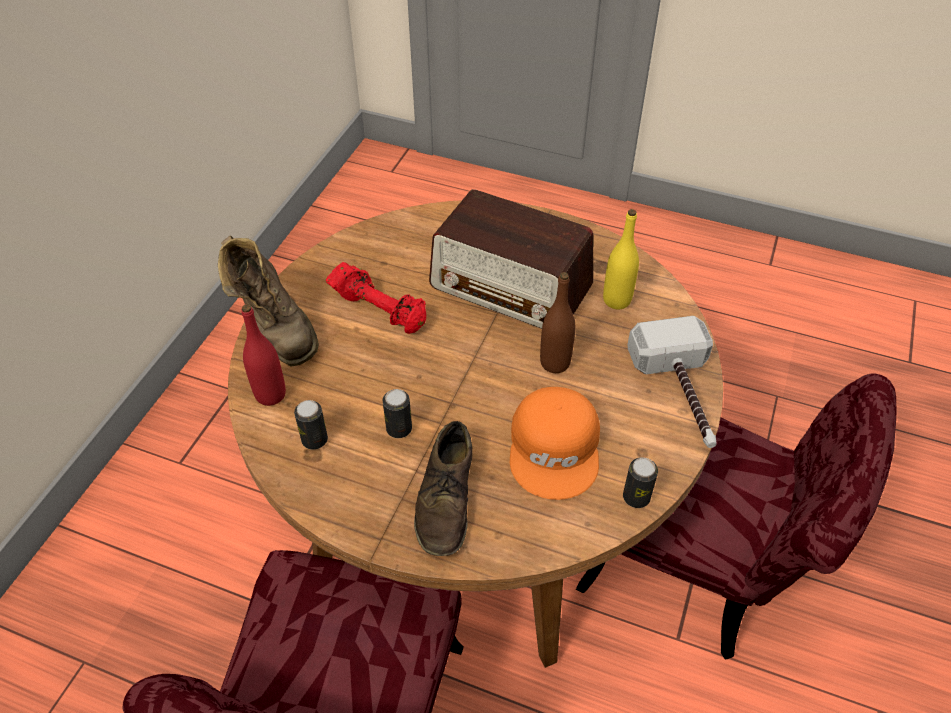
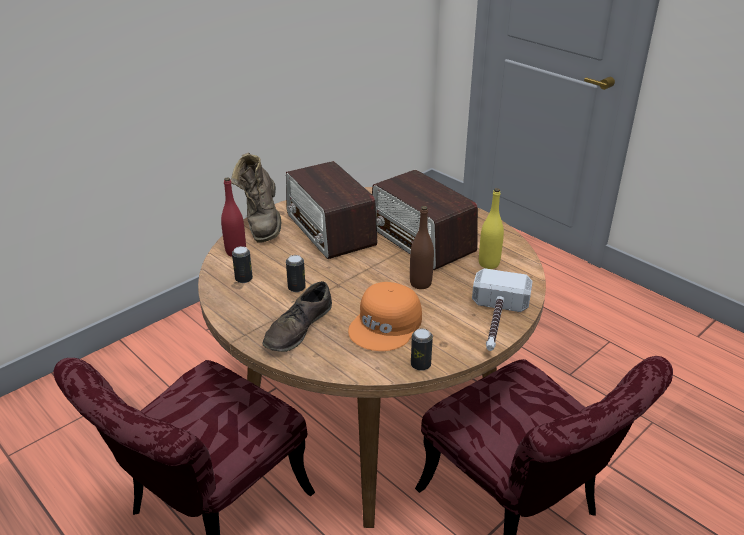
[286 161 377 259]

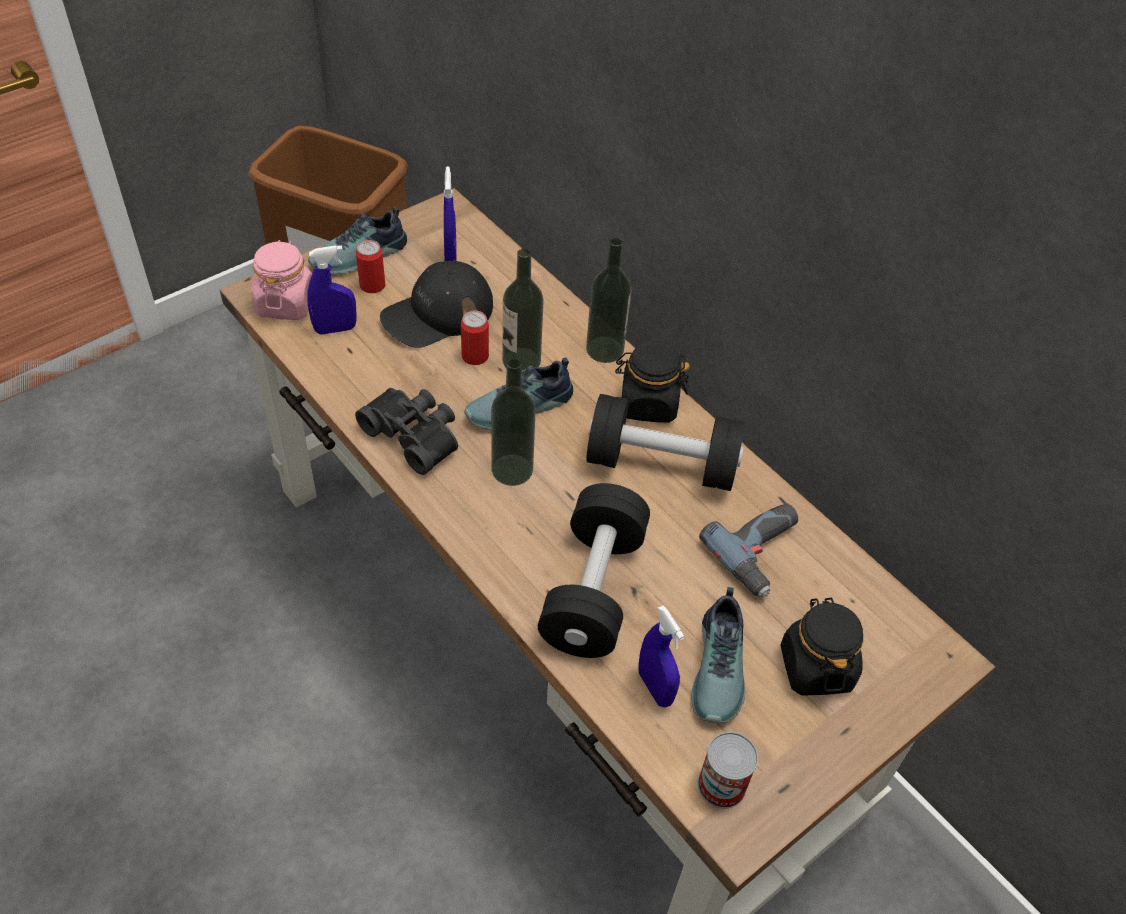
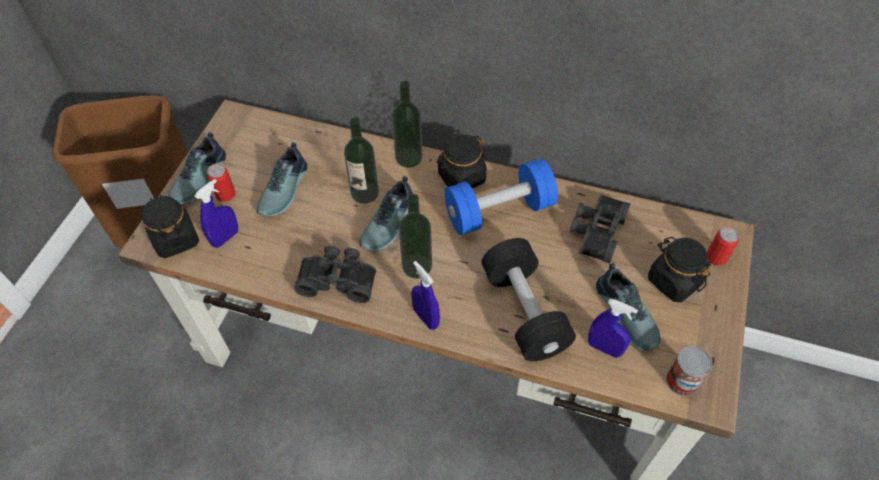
[411 261 440 330]
[707 226 739 266]
[256 142 307 217]
[570 194 630 263]
[142 194 199 258]
[444 159 558 235]

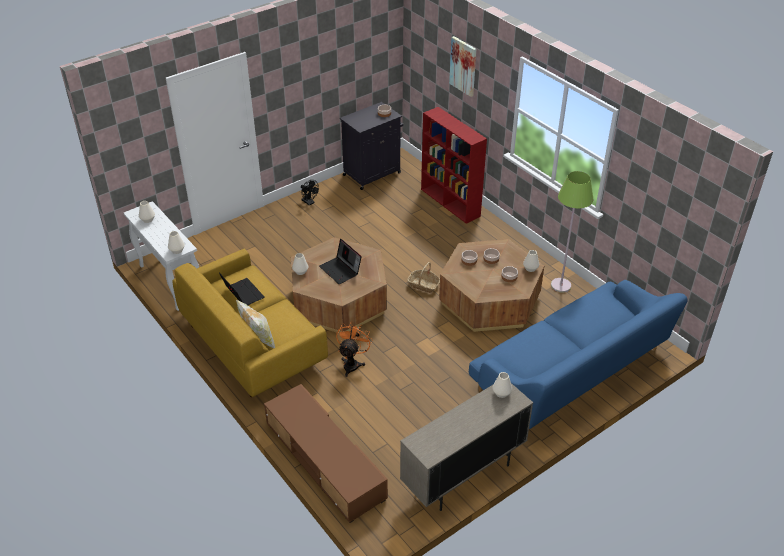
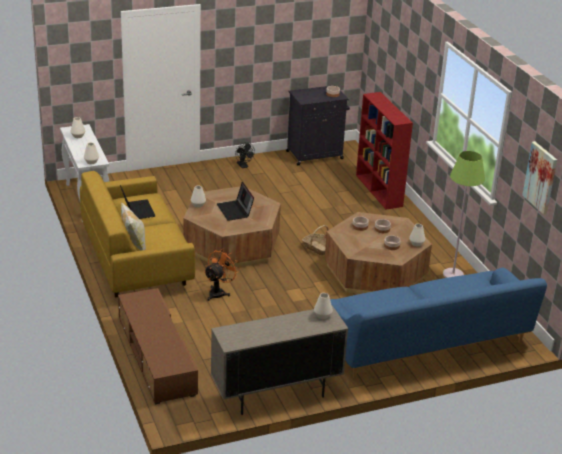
[522 141 557 215]

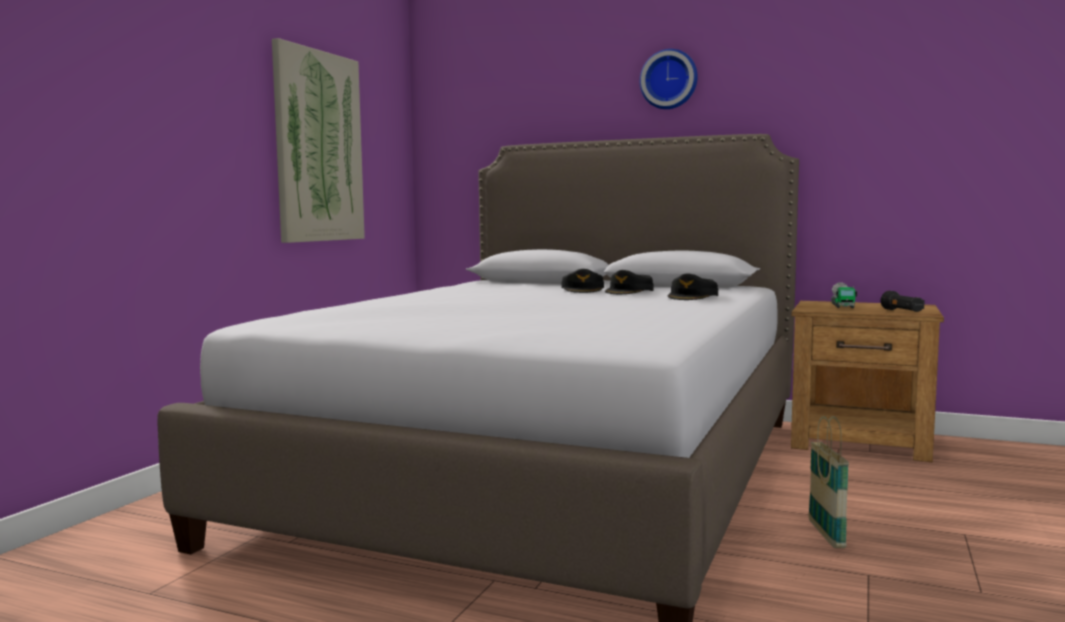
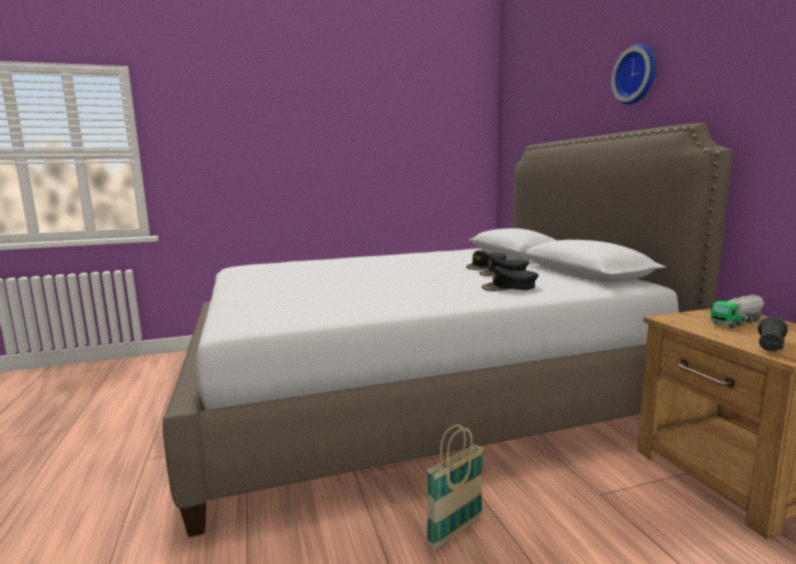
[272 38 365 243] (first image)

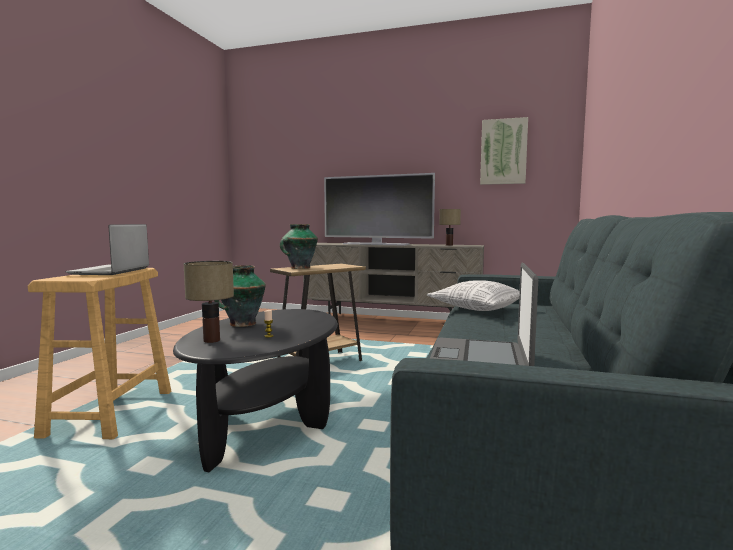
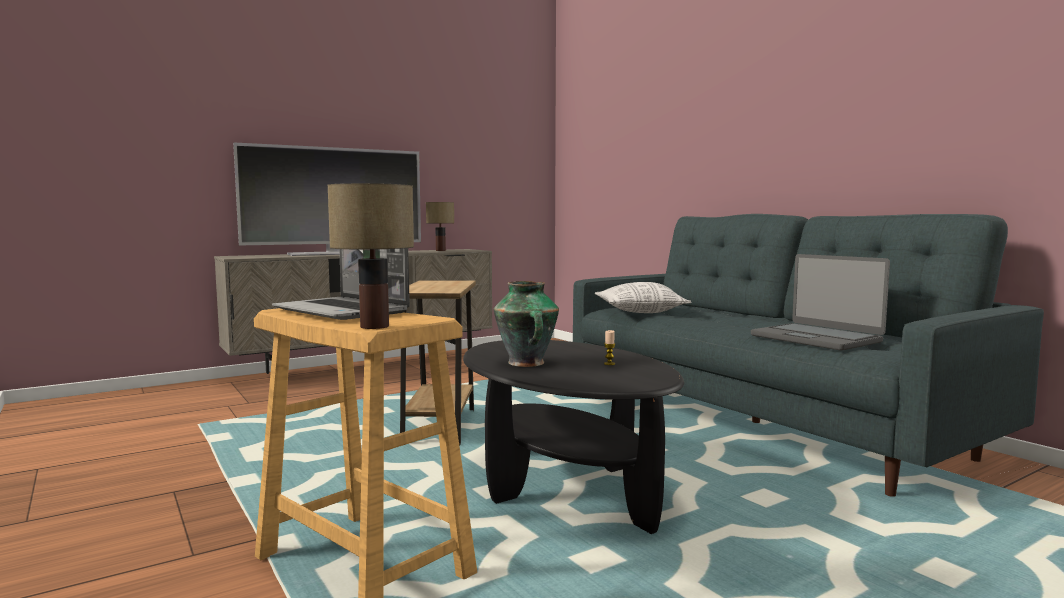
[280 224 318 269] (first image)
[480 117 528 185] (first image)
[328 183 414 329]

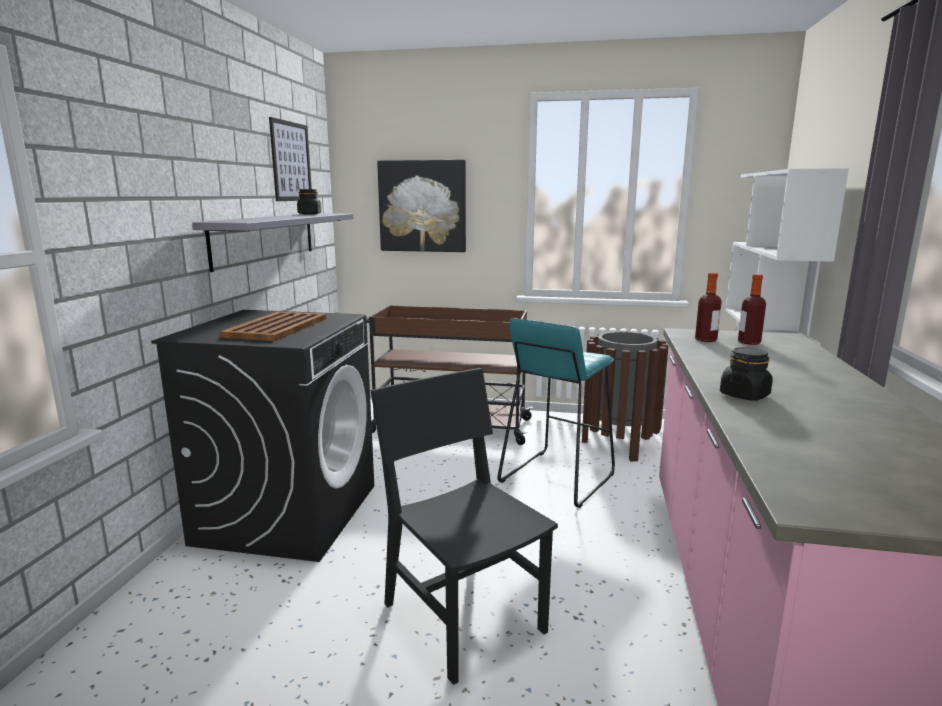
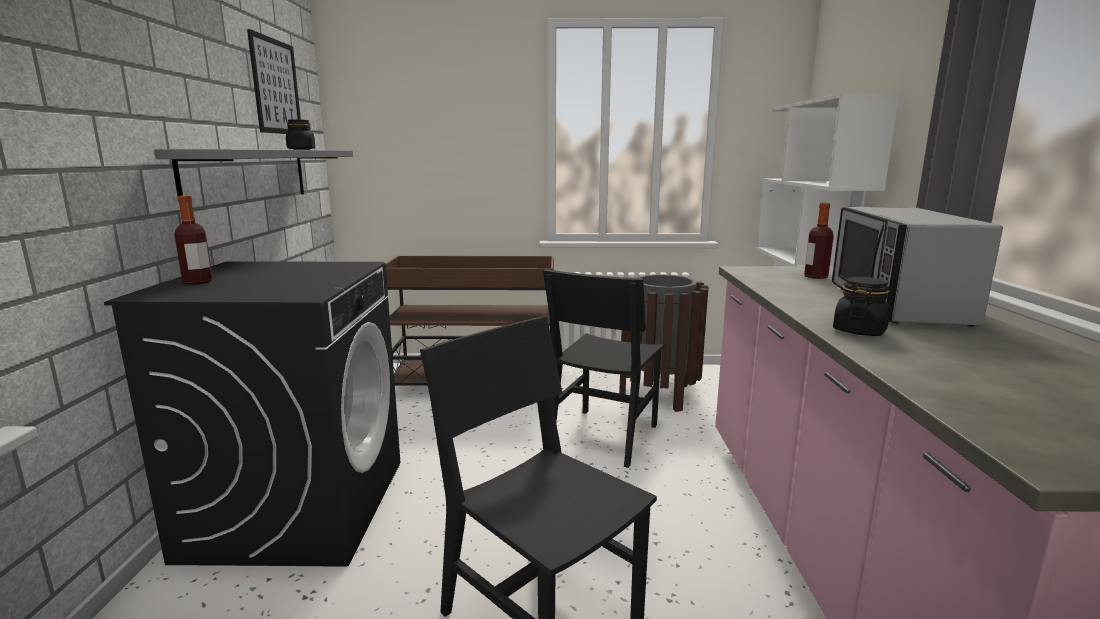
[220 311 326 341] (first image)
[377 160 466 252] (first image)
[832 207 1003 327]
[174 196 213 285]
[543 269 664 468]

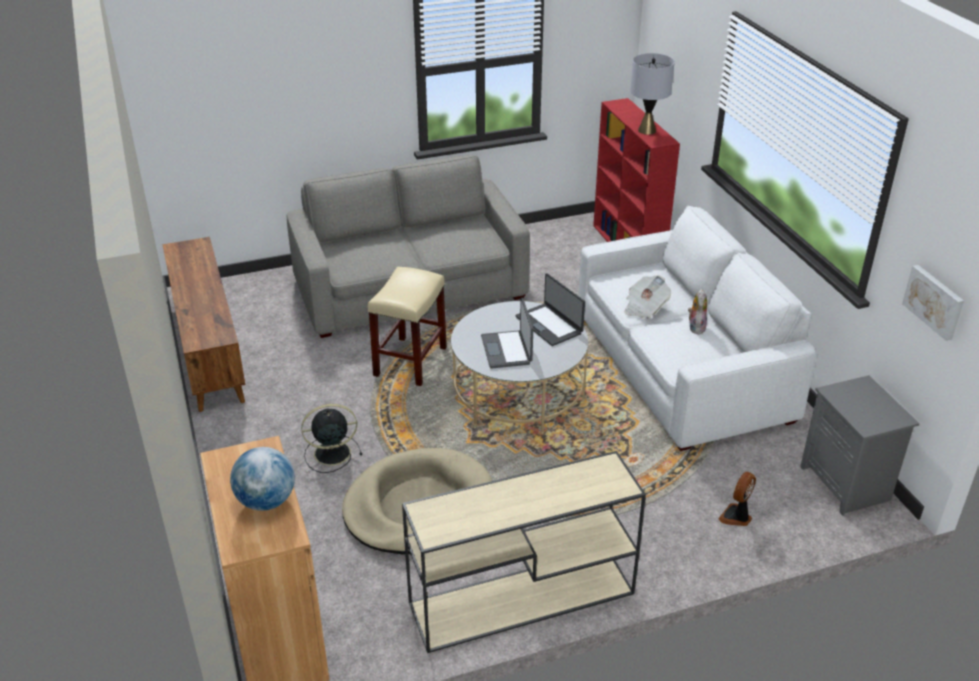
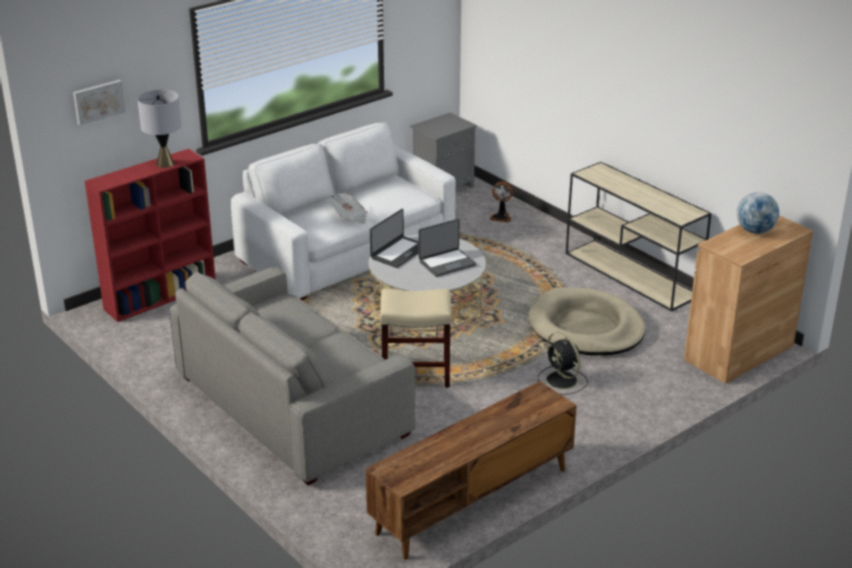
[688 289 707 334] (first image)
[73 80 126 125]

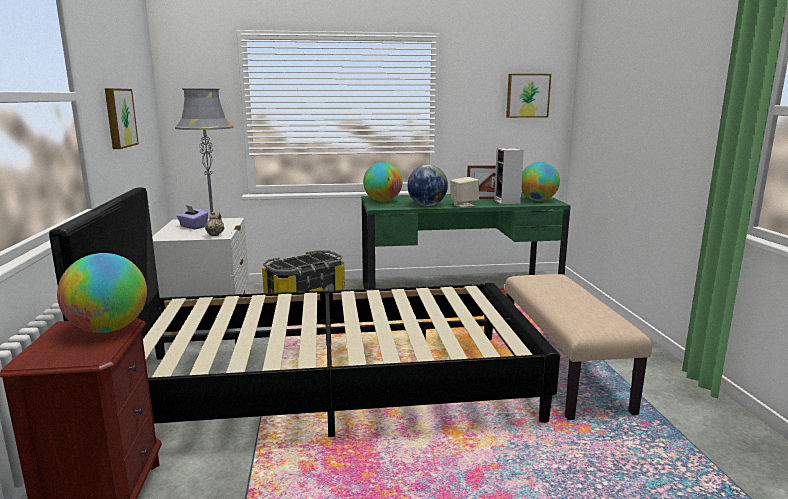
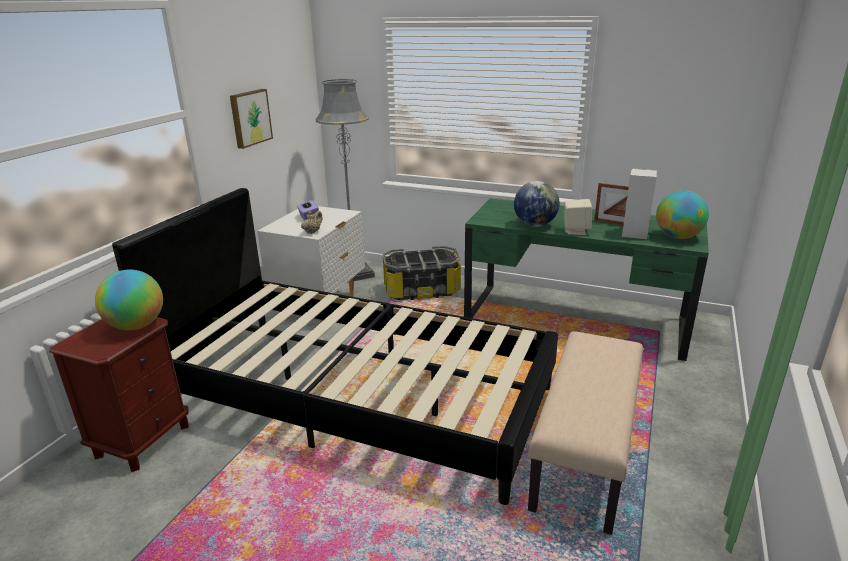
[363 162 403 202] (first image)
[506 74 551 118] (first image)

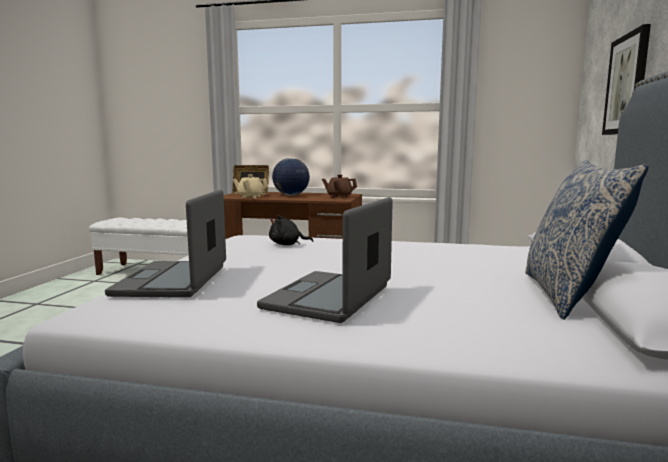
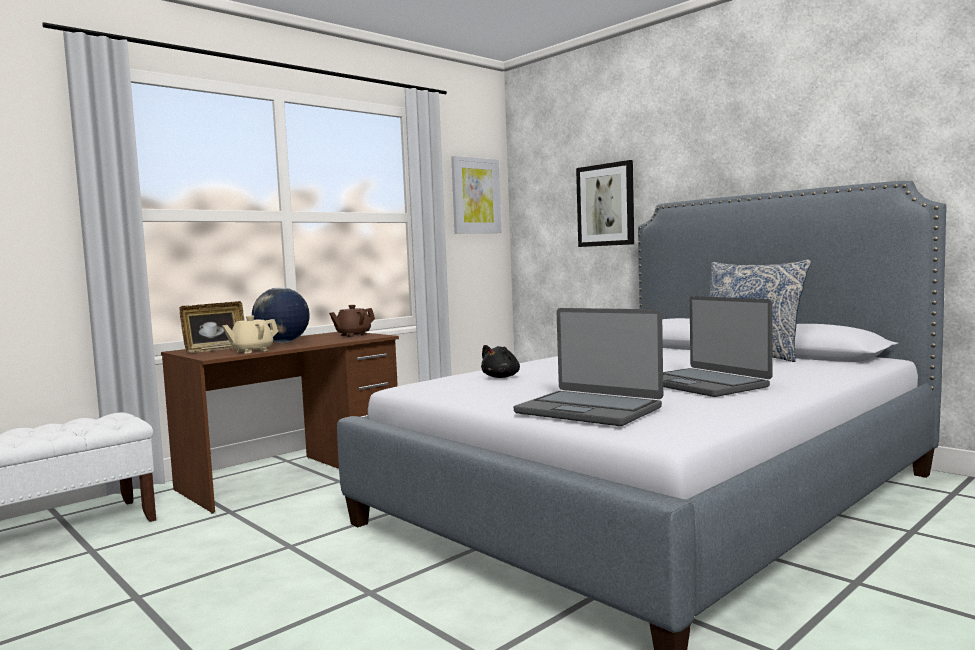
[451 156 502 233]

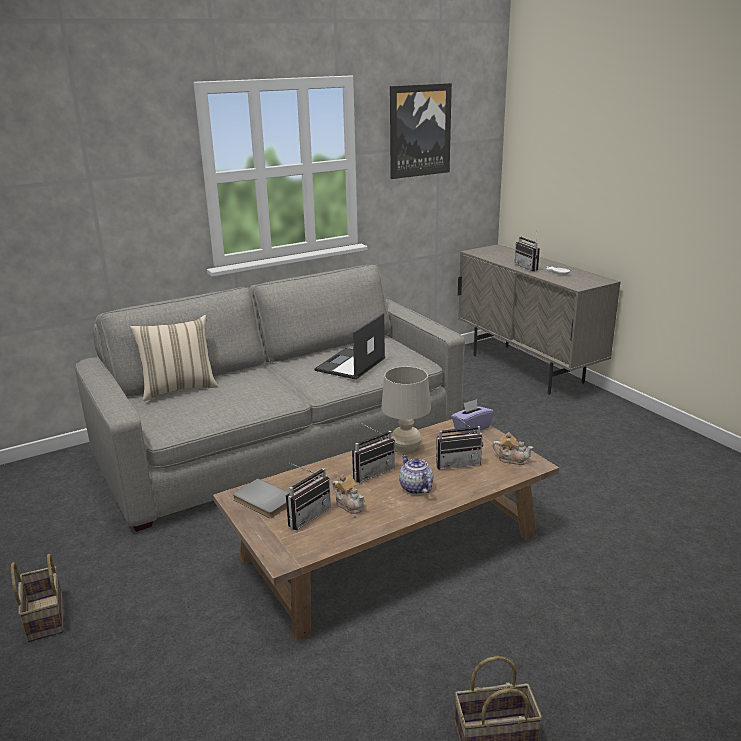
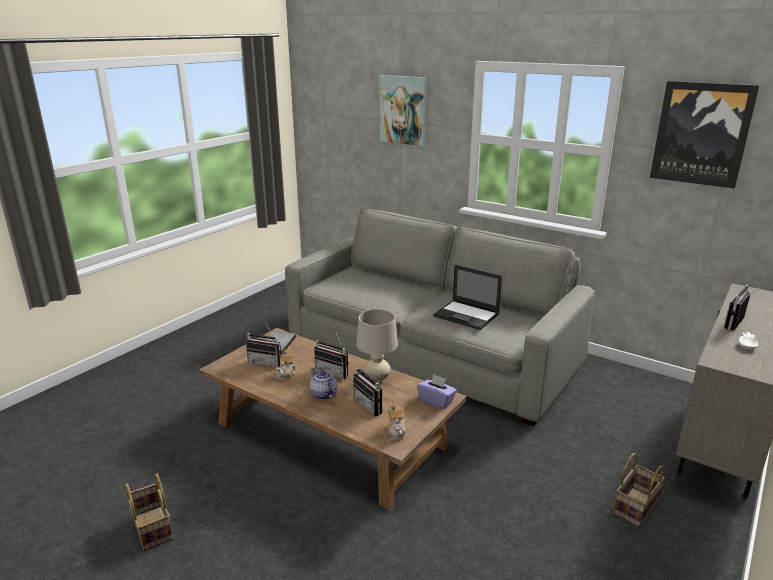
[130 315 219 401] (first image)
[379 75 427 146]
[613 453 665 527]
[433 265 502 330]
[310 368 337 400]

